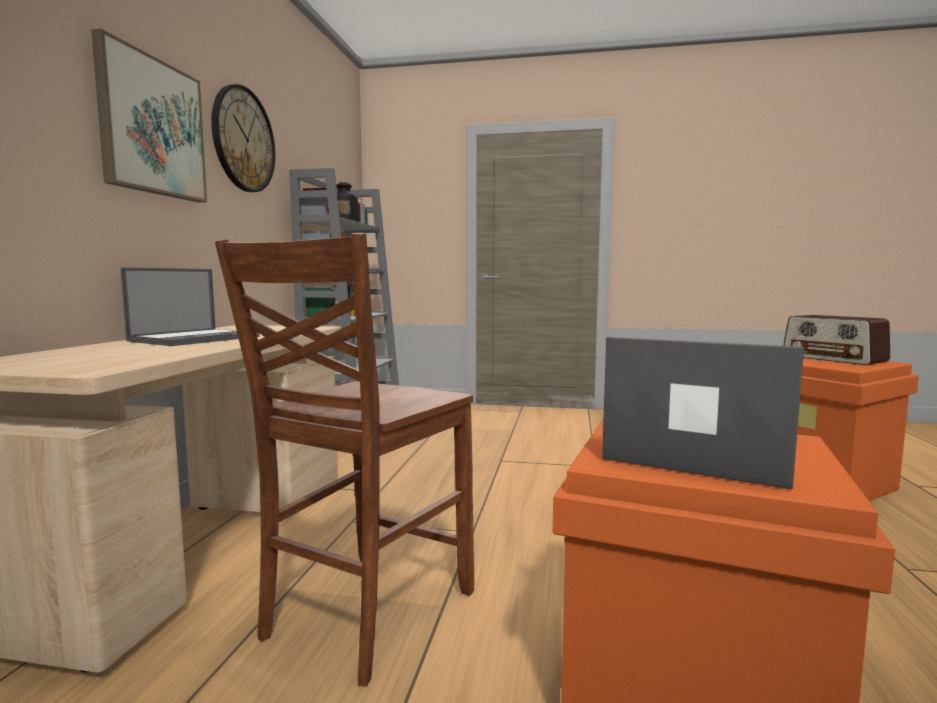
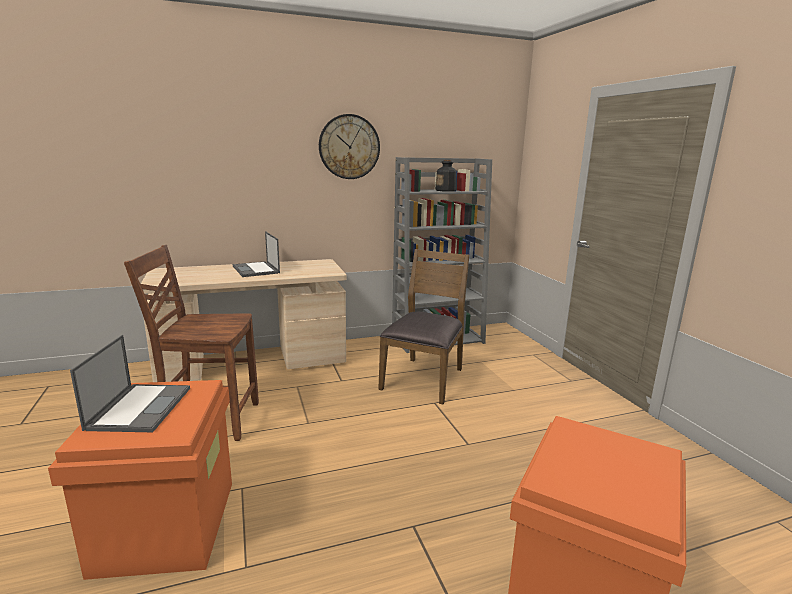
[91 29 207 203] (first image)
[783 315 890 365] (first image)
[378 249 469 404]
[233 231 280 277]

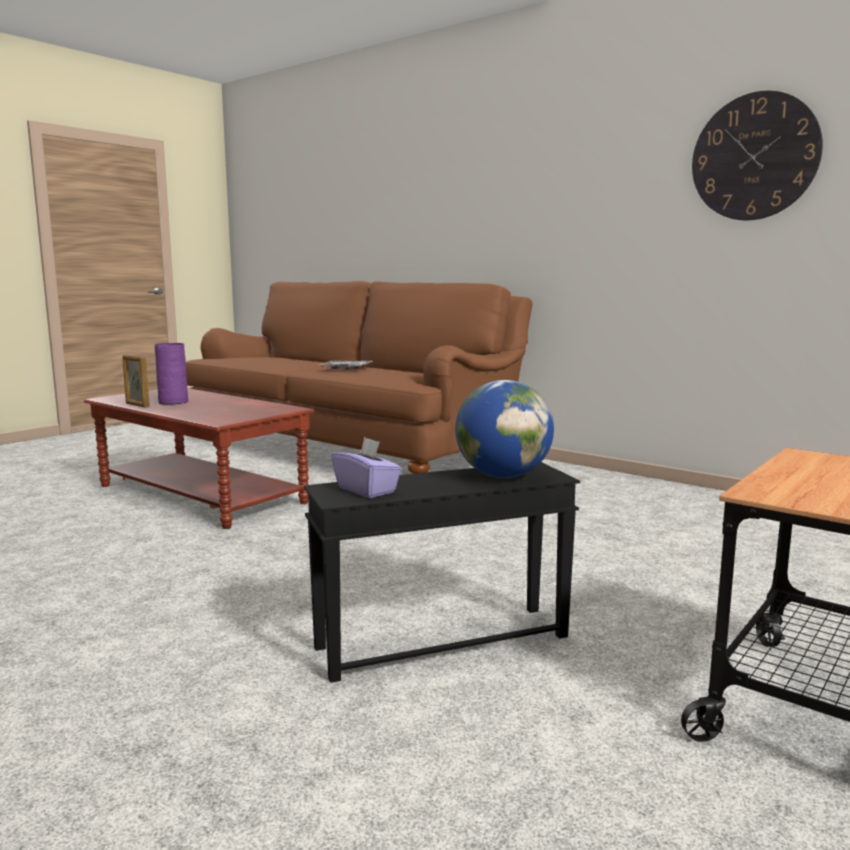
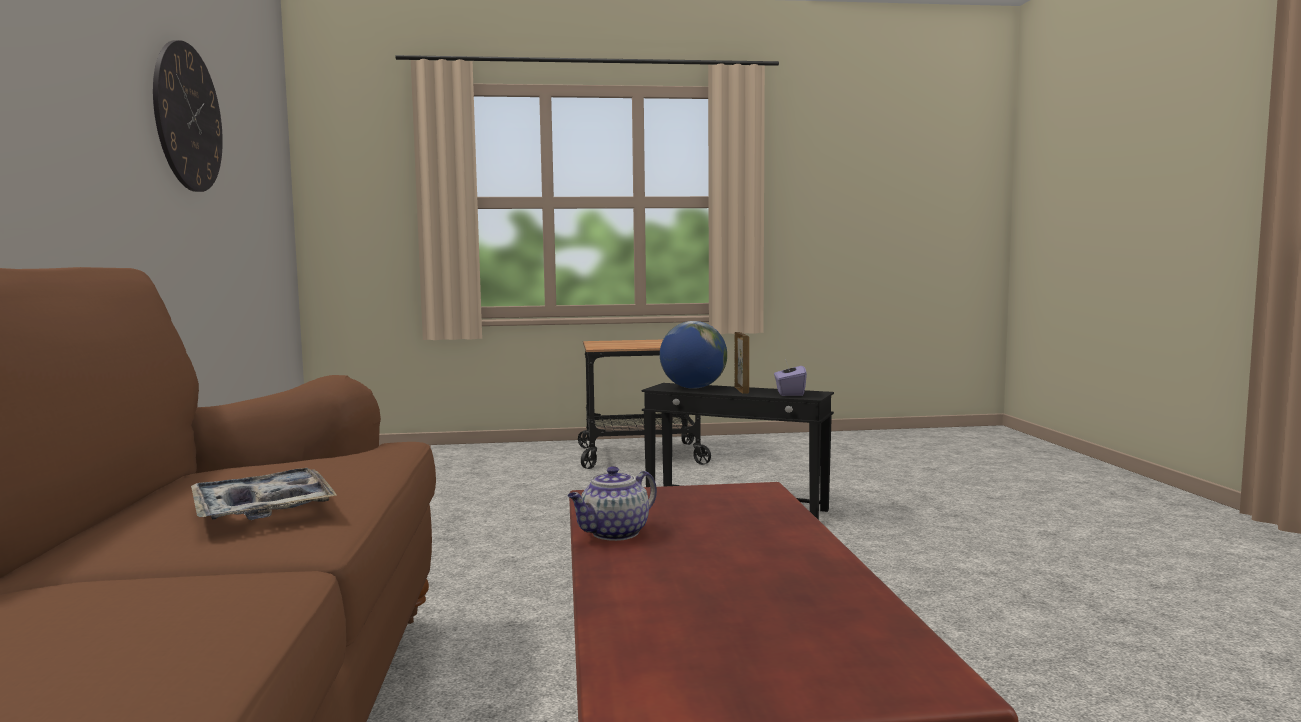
[155 343 188 405] (first image)
[568 466 657 541]
[734 332 749 394]

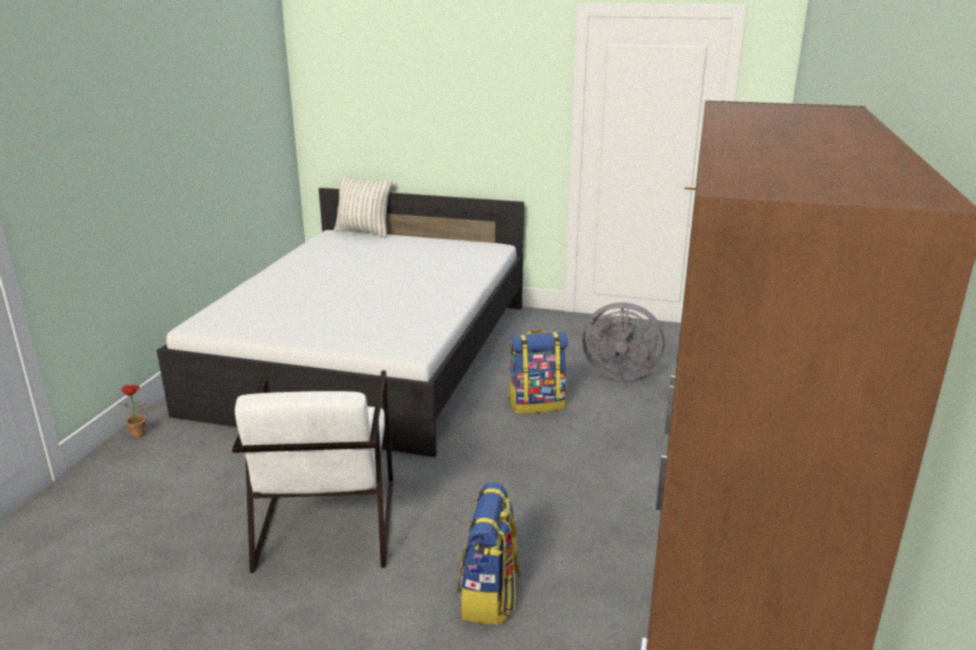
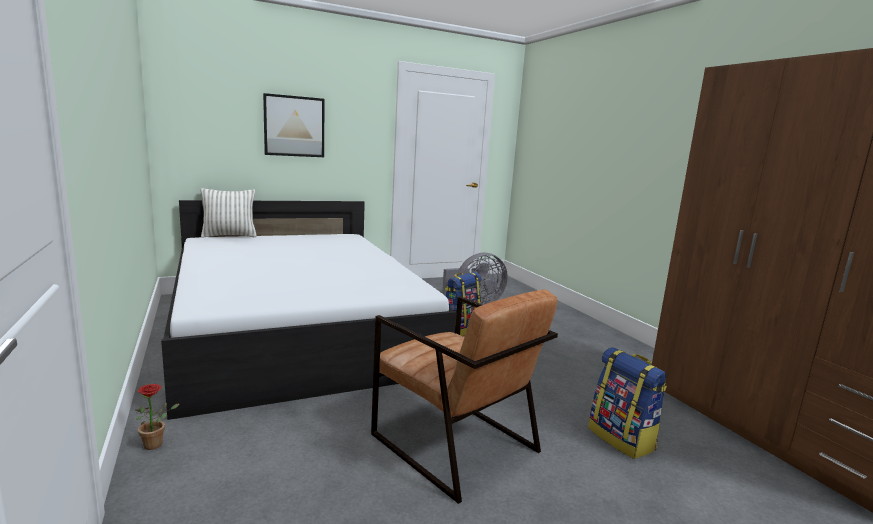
[263 93 325 157]
[371 289 558 504]

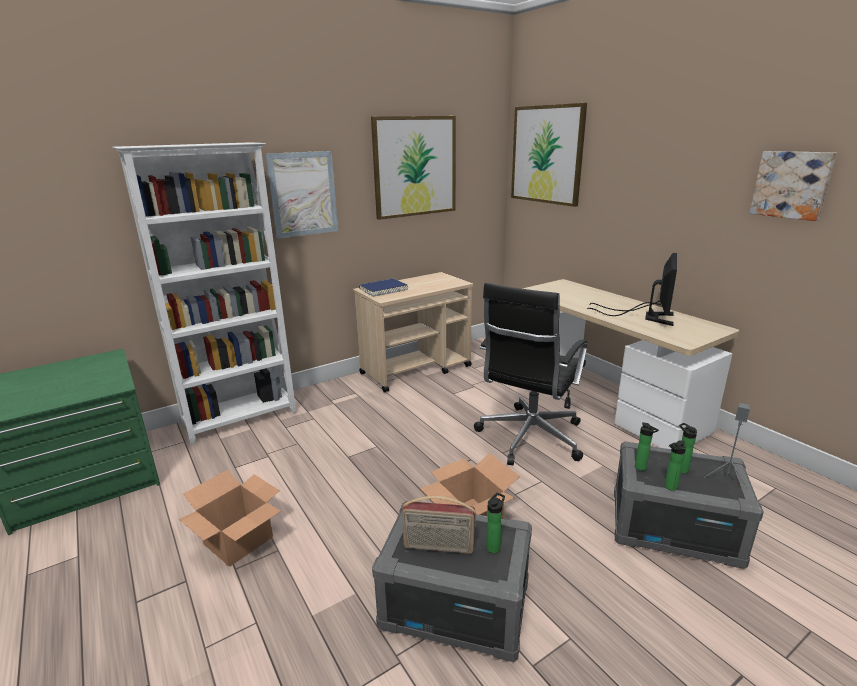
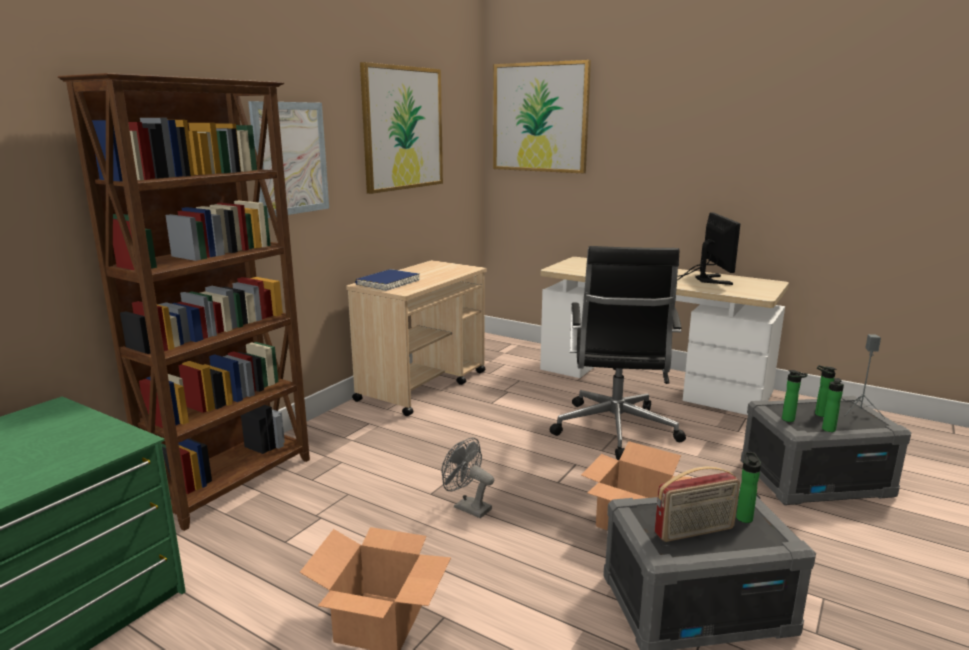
[750 151 837 221] (first image)
[441 438 494 518]
[58 73 310 531]

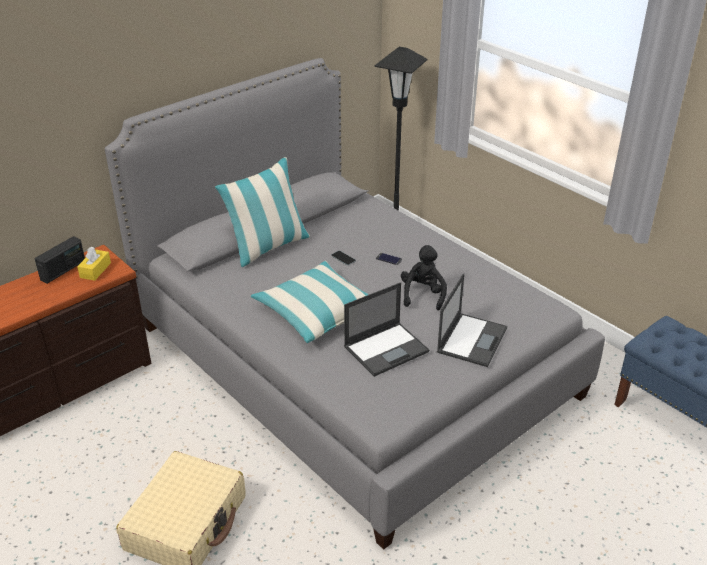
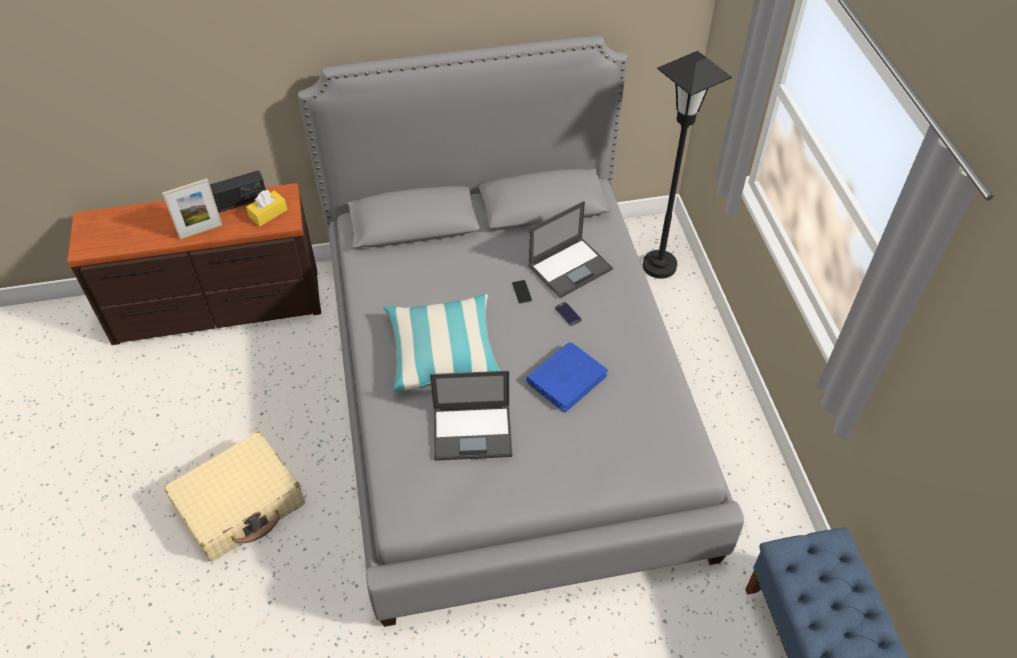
[215 157 310 267] (first image)
[162 179 223 240]
[528 201 613 298]
[526 342 608 413]

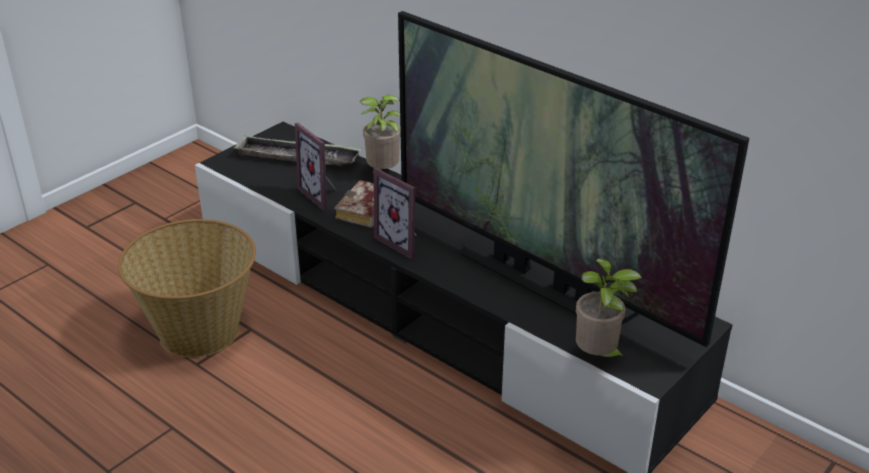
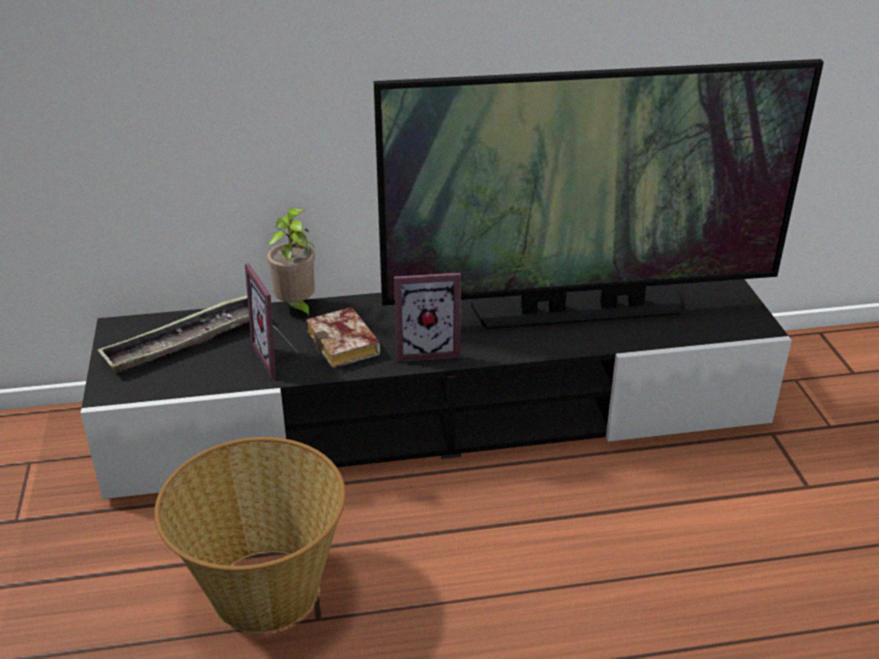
[576 258 642 360] (first image)
[245 263 296 379]

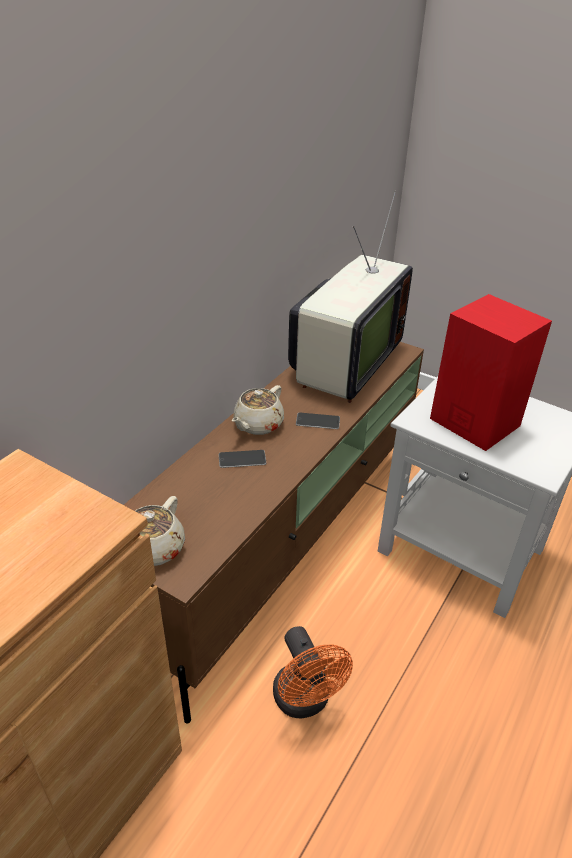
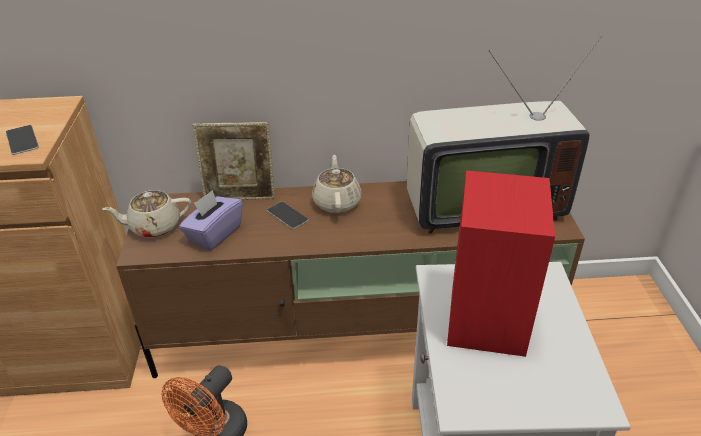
[179 190 243 251]
[193 122 275 200]
[6 125 39 155]
[312 155 362 213]

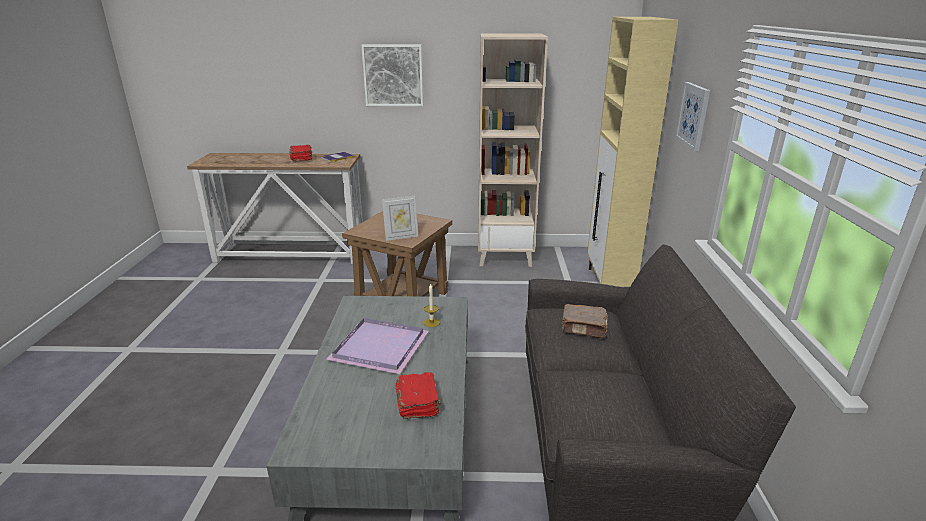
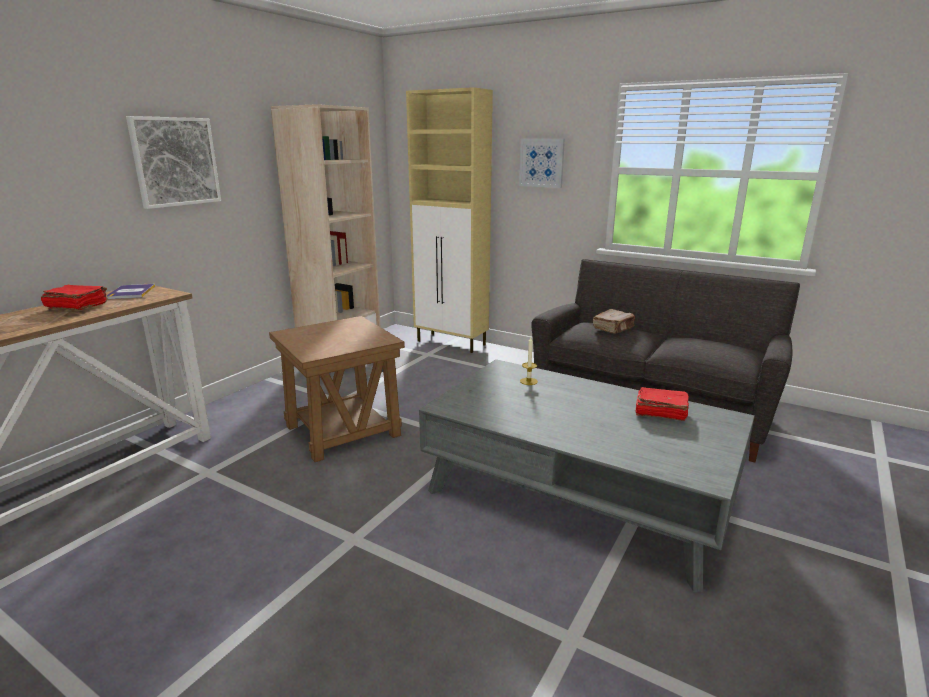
[326 318 429 374] (first image)
[382 196 418 241] (first image)

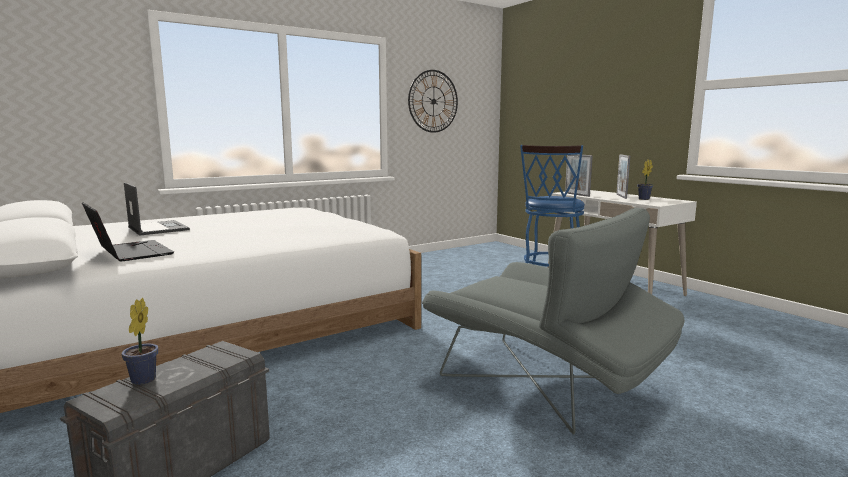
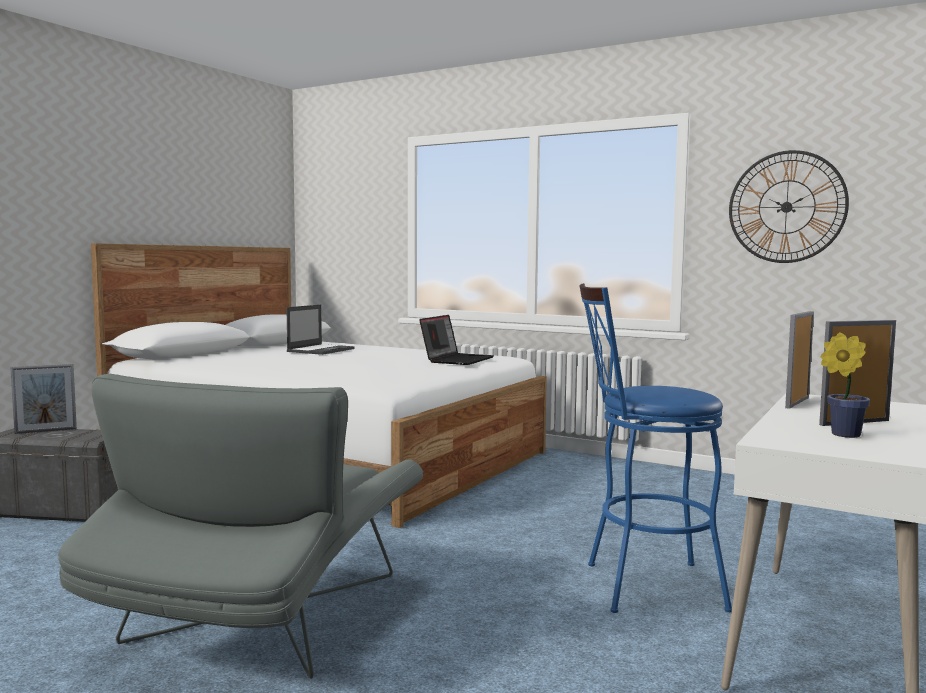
[419 315 494 365]
[10 364 77 434]

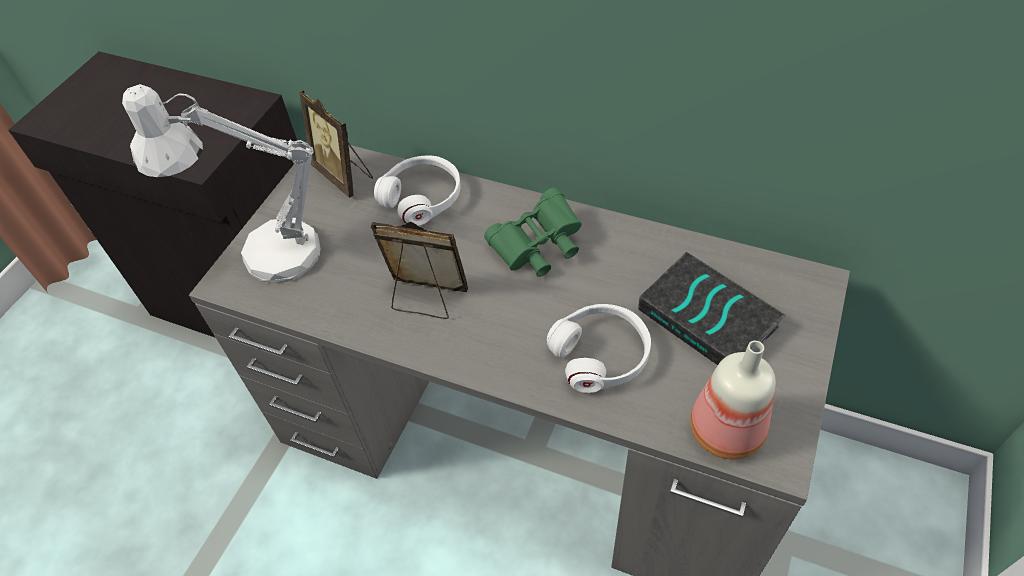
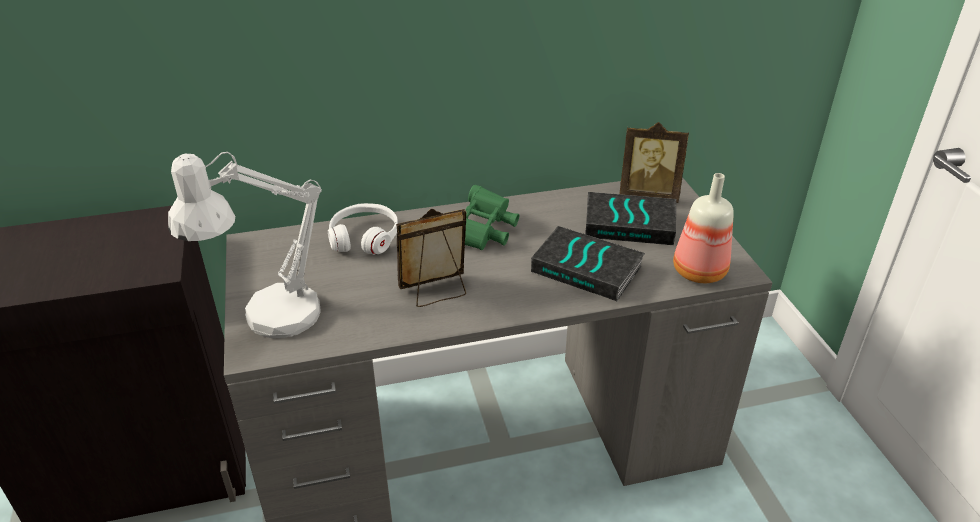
[619 122 689 203]
[531 226 645 301]

